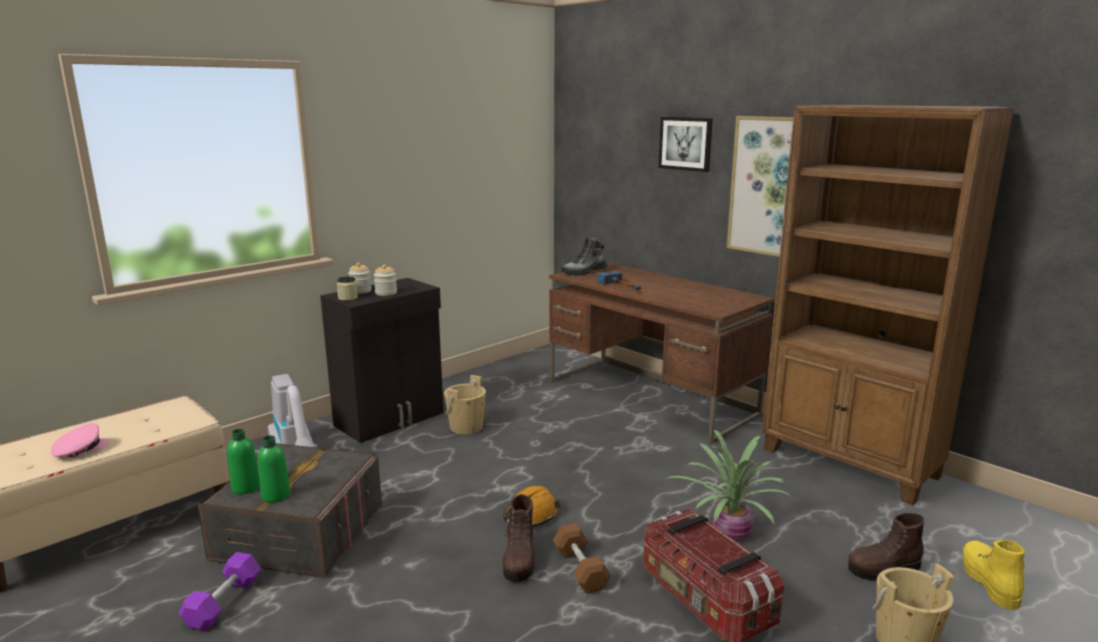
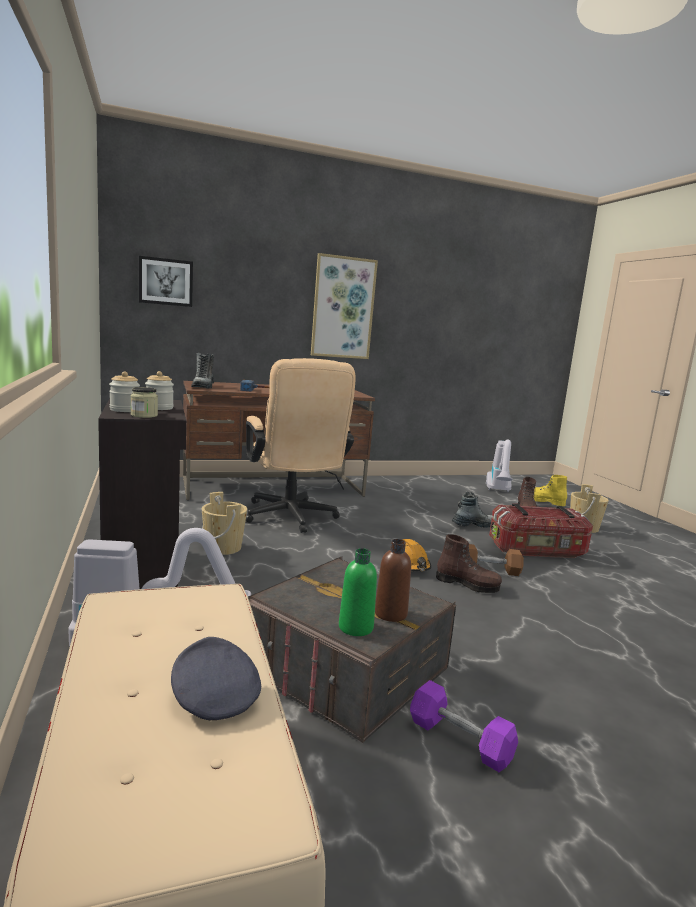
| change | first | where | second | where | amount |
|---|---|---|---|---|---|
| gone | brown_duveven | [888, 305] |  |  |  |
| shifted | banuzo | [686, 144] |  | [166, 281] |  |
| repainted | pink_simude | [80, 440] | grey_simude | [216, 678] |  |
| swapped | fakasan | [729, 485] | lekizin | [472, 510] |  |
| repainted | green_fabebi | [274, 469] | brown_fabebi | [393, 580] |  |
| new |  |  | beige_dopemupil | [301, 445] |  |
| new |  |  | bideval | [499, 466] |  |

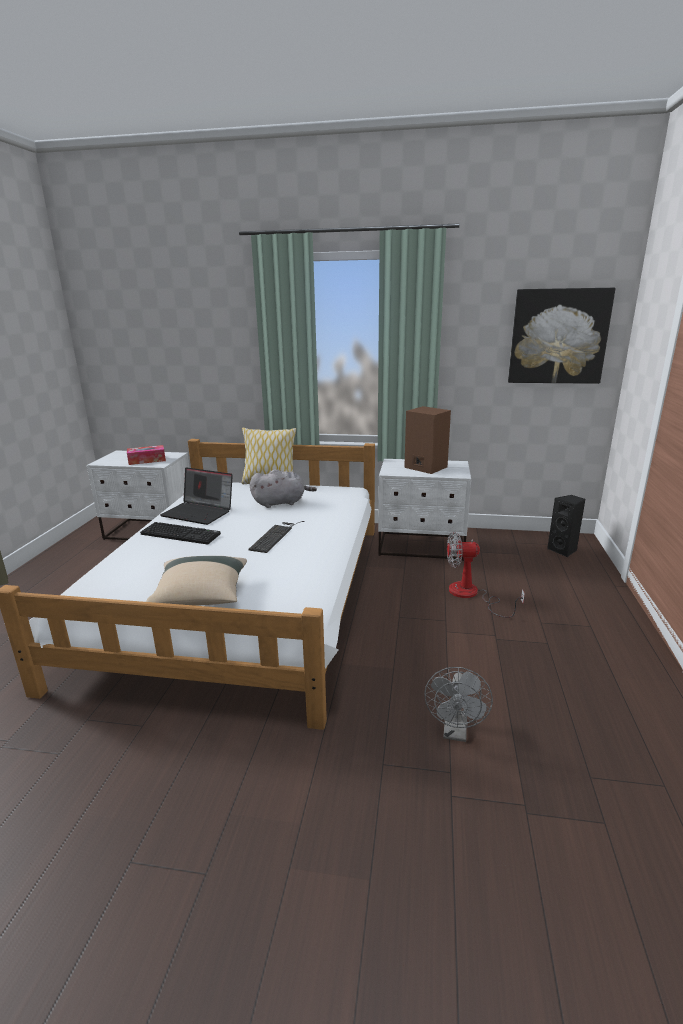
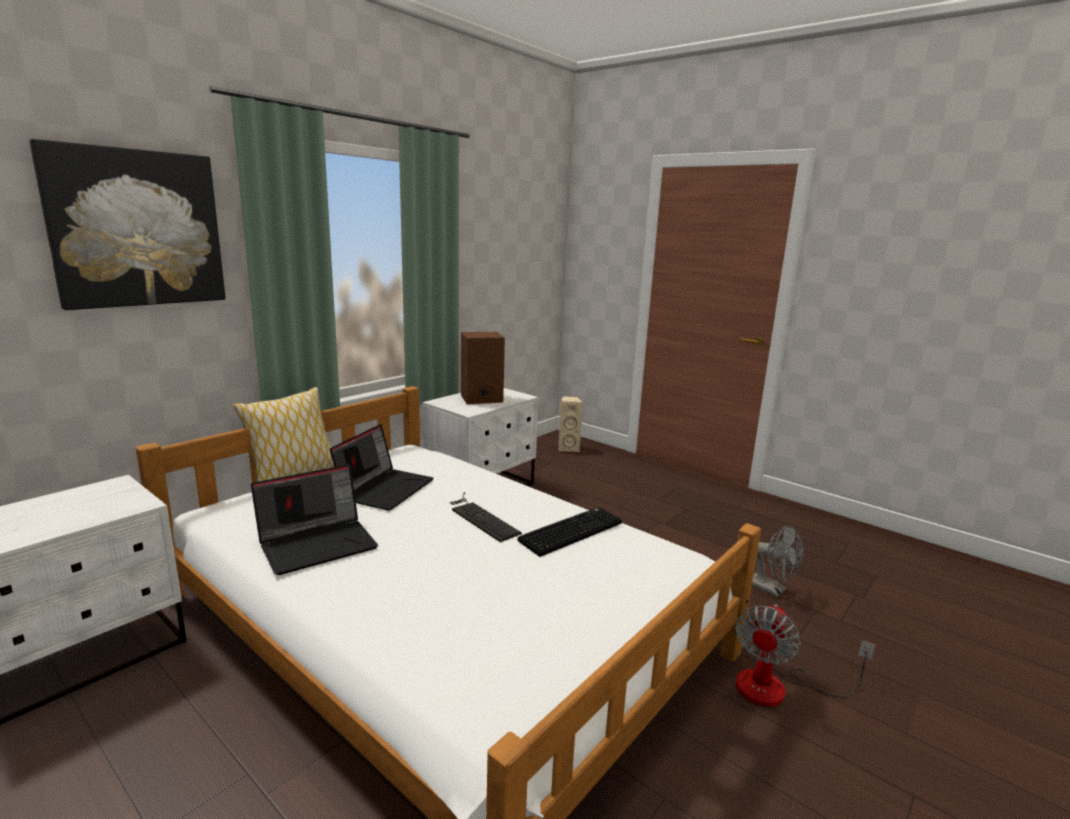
| change | first | where | second | where | amount |
|---|---|---|---|---|---|
| shifted | banuzo | [562, 336] |  | [127, 224] |  |
| gone | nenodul | [146, 455] |  |  |  |
| swapped | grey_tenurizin | [283, 488] | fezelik | [382, 467] |  |
| repainted | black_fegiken | [566, 526] | beige_fegiken | [570, 424] |  |
| shifted | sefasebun | [180, 533] |  | [569, 532] |  |
| shifted | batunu | [486, 575] |  | [805, 655] |  |
| gone | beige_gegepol | [196, 581] |  |  |  |

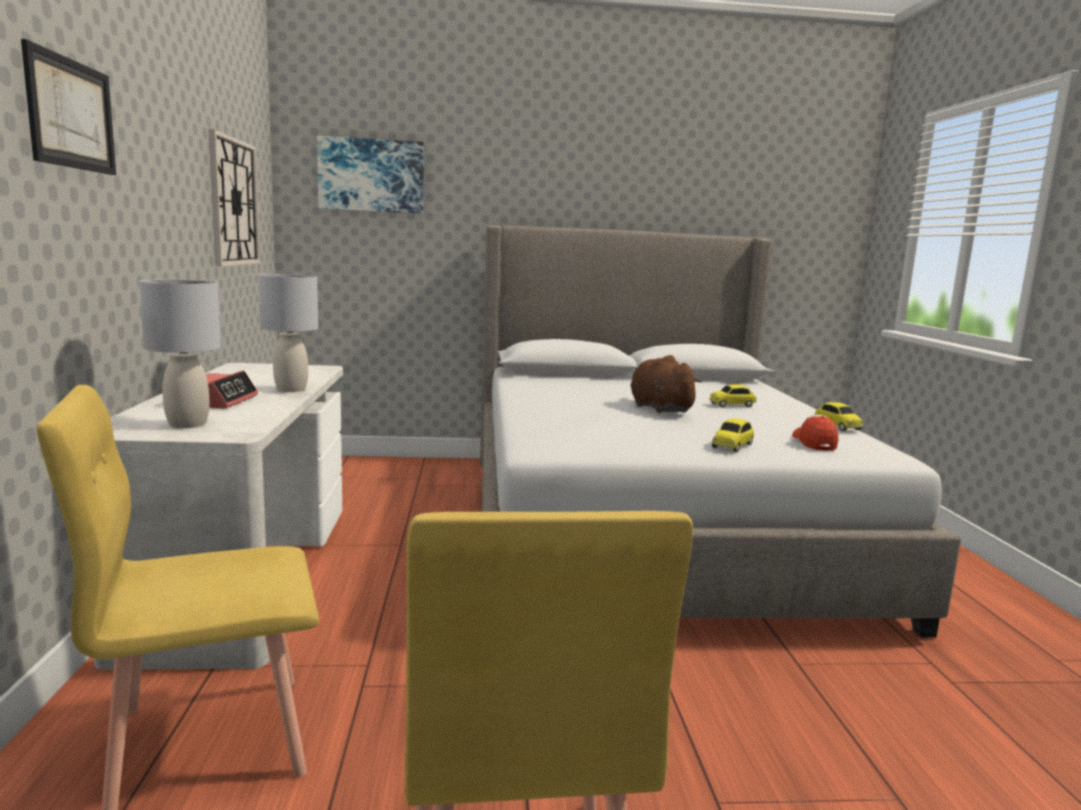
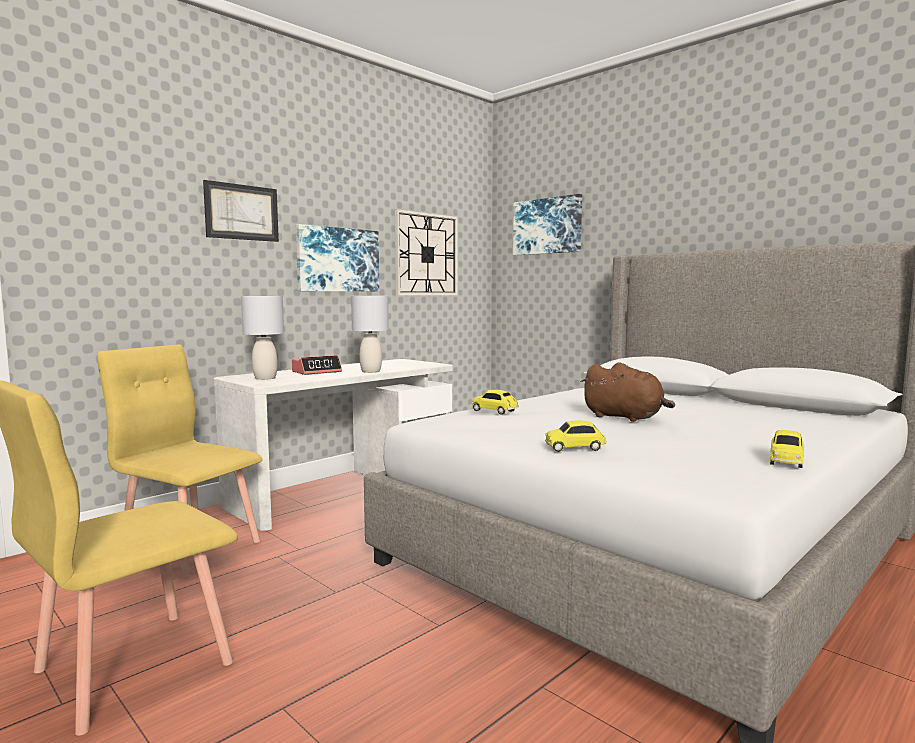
| change | first | where | second | where | amount |
|---|---|---|---|---|---|
| rotated | brown_tenurizin | [666, 384] |  | [627, 392] | 105 degrees clockwise |
| shifted | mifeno | [733, 396] |  | [495, 402] |  |
| gone | simude | [815, 433] |  |  |  |
| new |  |  | banuzo | [337, 257] |  |

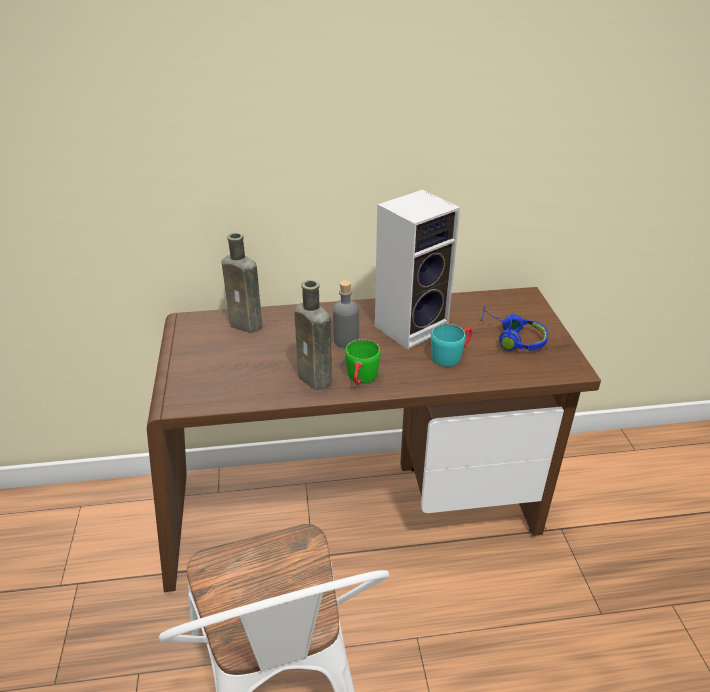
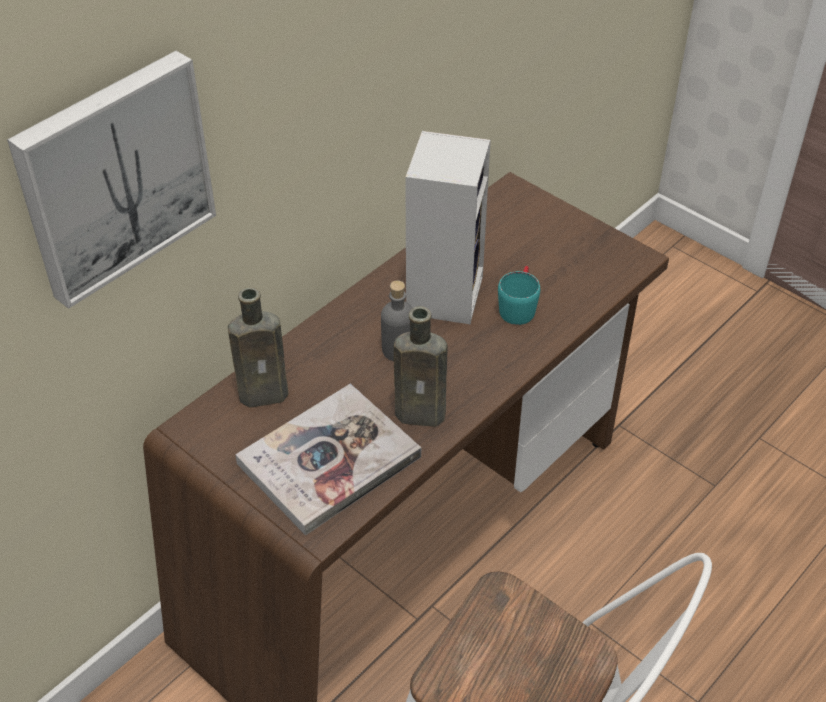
| change | first | where | second | where | amount |
|---|---|---|---|---|---|
| gone | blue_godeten | [514, 328] |  |  |  |
| gone | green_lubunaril | [363, 362] |  |  |  |
| new |  |  | banuzo | [111, 180] |  |
| new |  |  | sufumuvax | [328, 460] |  |

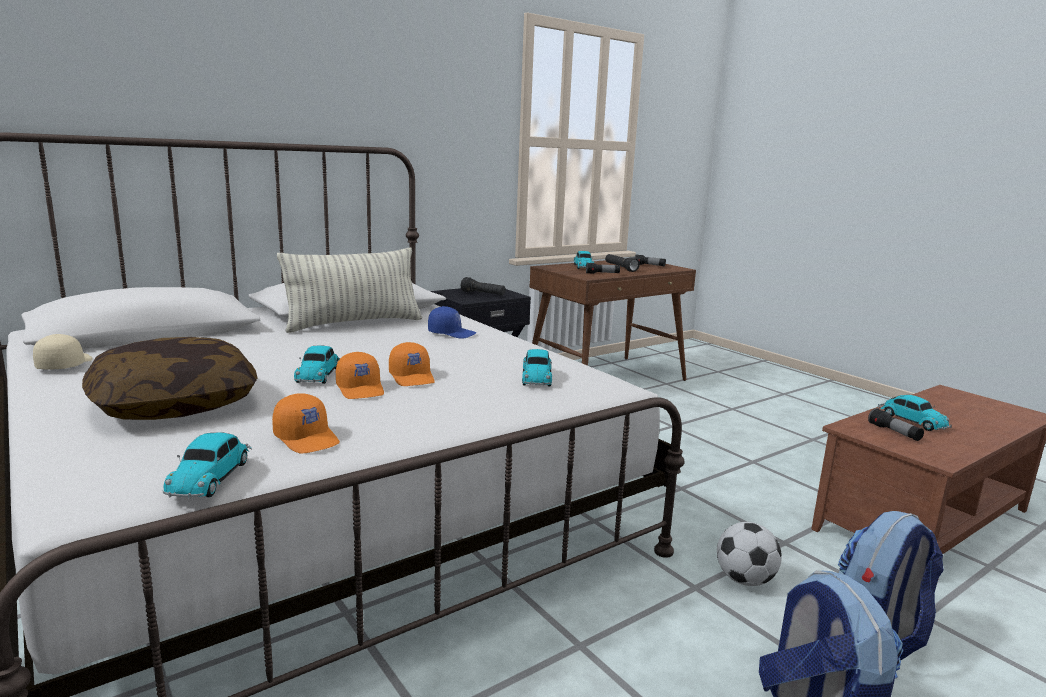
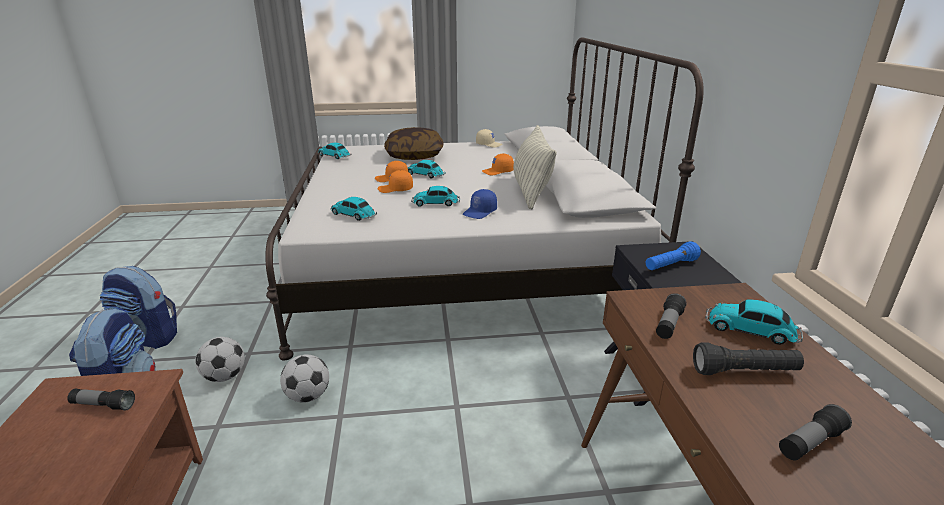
| change | first | where | second | where | amount |
|---|---|---|---|---|---|
| repainted | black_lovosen | [483, 286] | blue_lovosen | [673, 255] |  |
| shifted | orange_simude | [306, 423] |  | [498, 164] |  |
| shifted | mifeno | [915, 413] |  | [435, 196] |  |
| new |  |  | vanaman | [304, 378] |  |

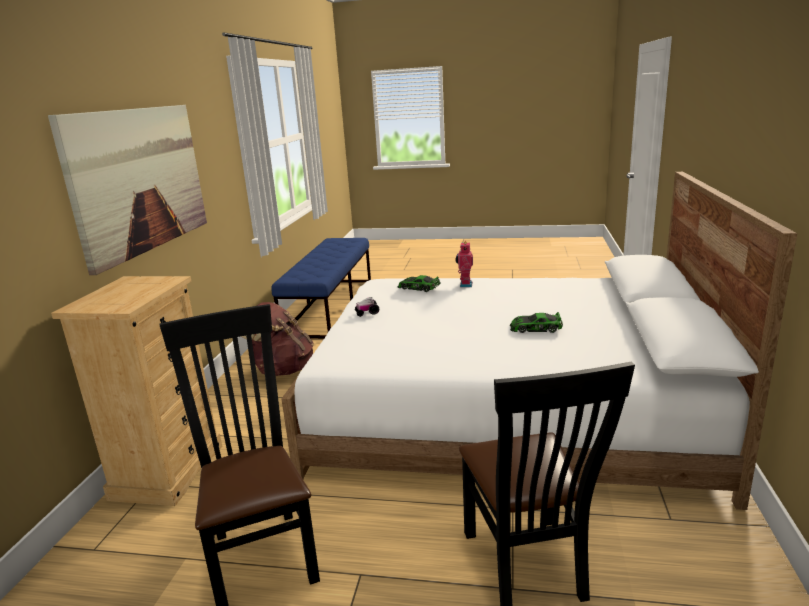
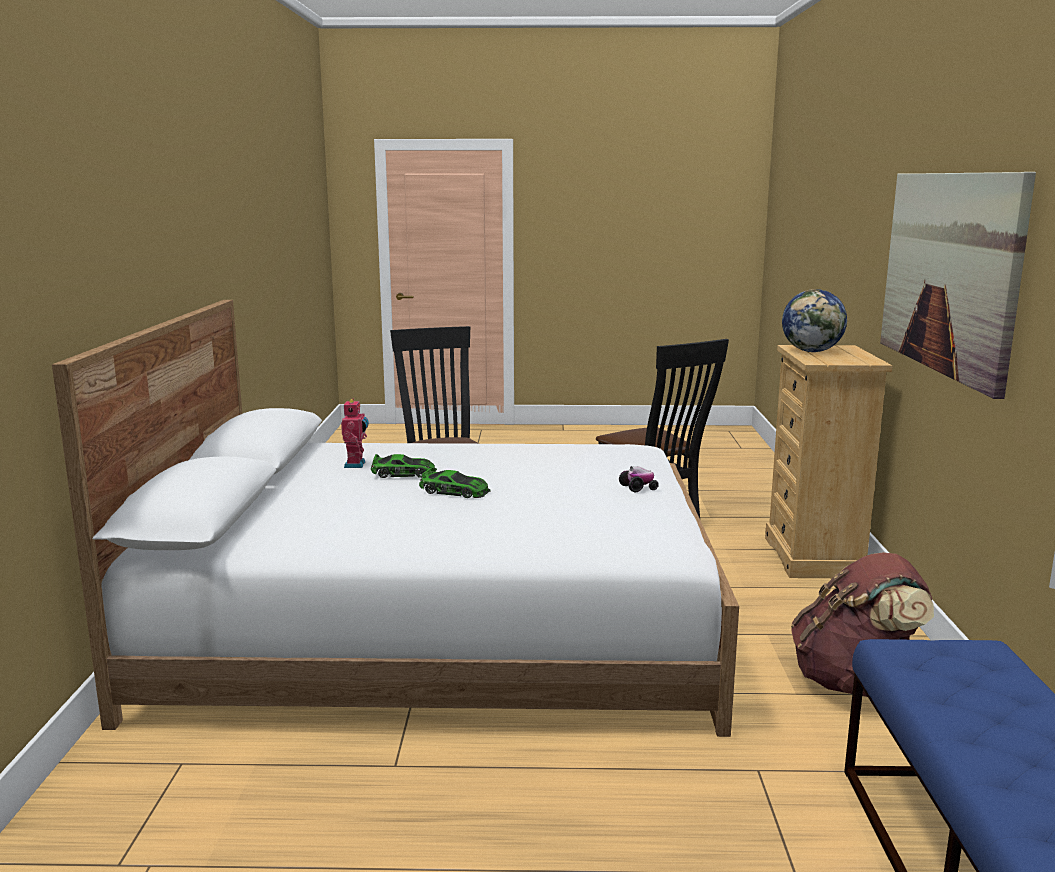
| change | first | where | second | where | amount |
|---|---|---|---|---|---|
| shifted | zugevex | [464, 264] |  | [355, 433] |  |
| shifted | mifeno | [419, 283] |  | [455, 483] |  |
| new |  |  | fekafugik | [814, 320] |  |

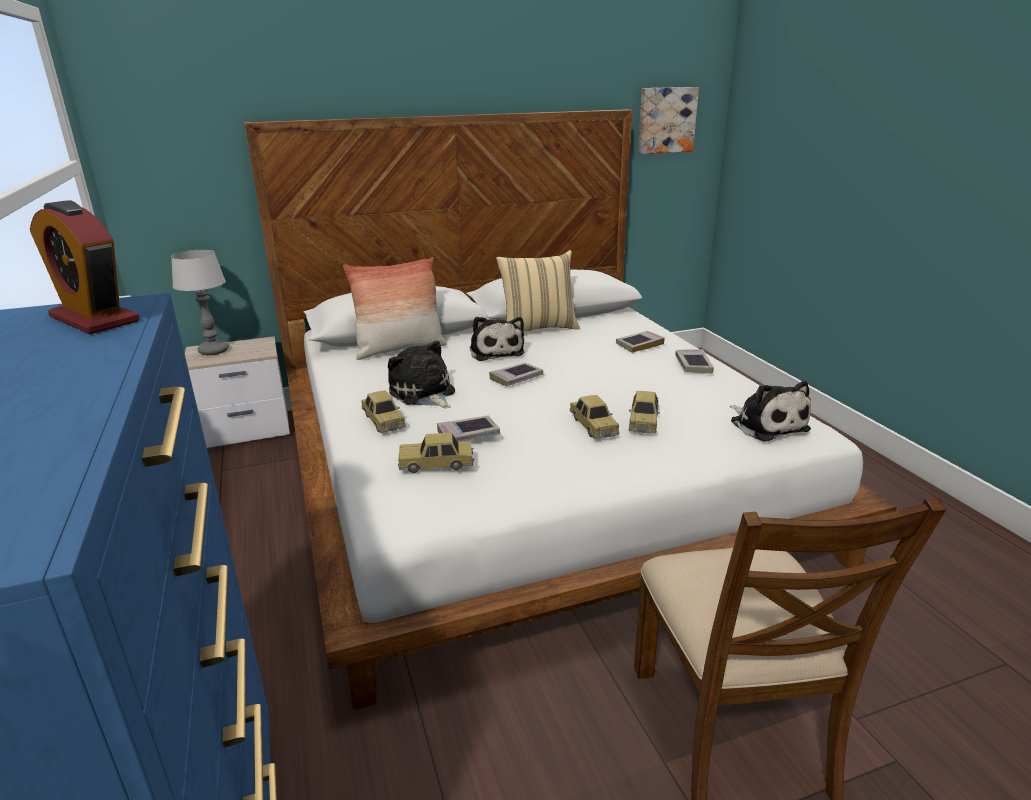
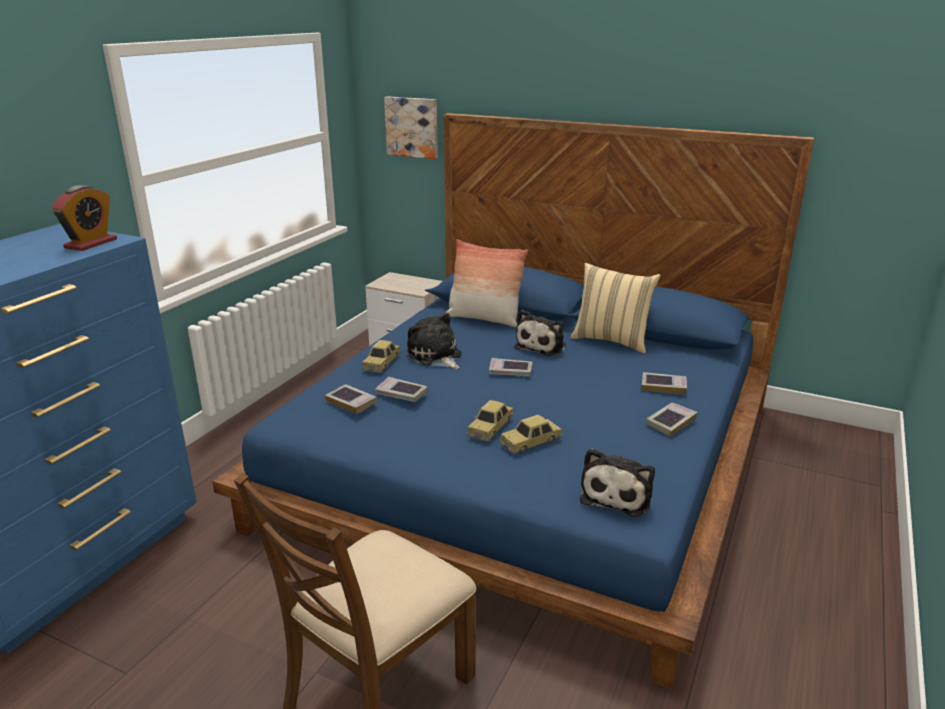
| change | first | where | second | where | amount |
|---|---|---|---|---|---|
| shifted | banuzo | [668, 120] |  | [411, 128] |  |
| repainted | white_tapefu | [570, 409] | blue_tapefu | [513, 401] |  |
| rotated | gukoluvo | [85, 267] |  | [84, 218] | 150 degrees counterclockwise |
| gone | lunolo | [200, 302] |  |  |  |
| rotated | tenurizin | [421, 374] |  | [434, 341] | 45 degrees counterclockwise |
| swapped | mifeno | [436, 453] | sufumuvax | [351, 399] |  |

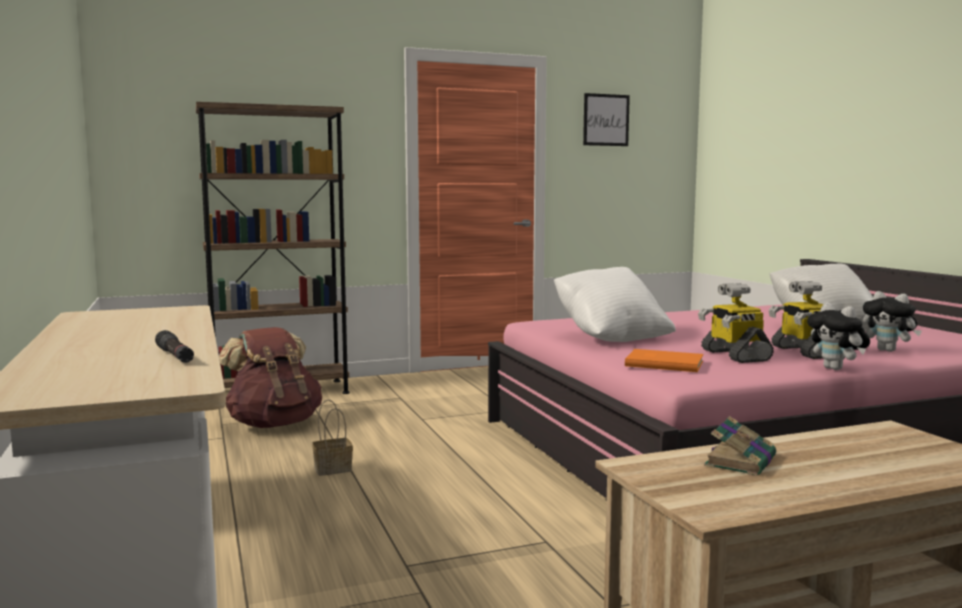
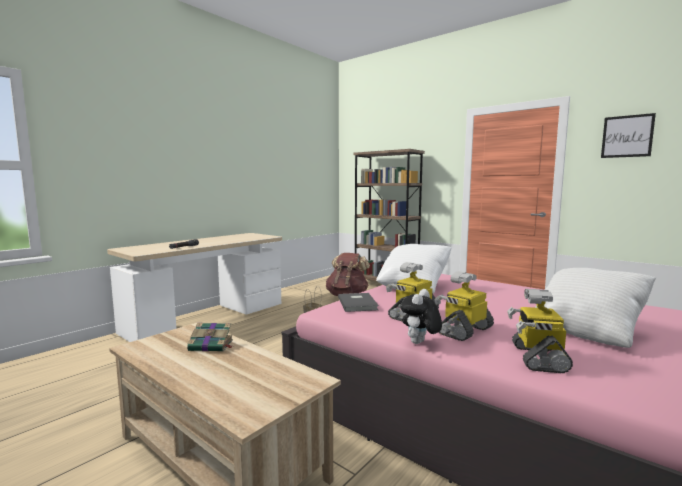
| change | first | where | second | where | amount |
|---|---|---|---|---|---|
| swapped | tenurizin | [892, 321] | zugevex | [540, 331] |  |
| repainted | orange_sufumuvax | [664, 360] | grey_sufumuvax | [358, 302] |  |

